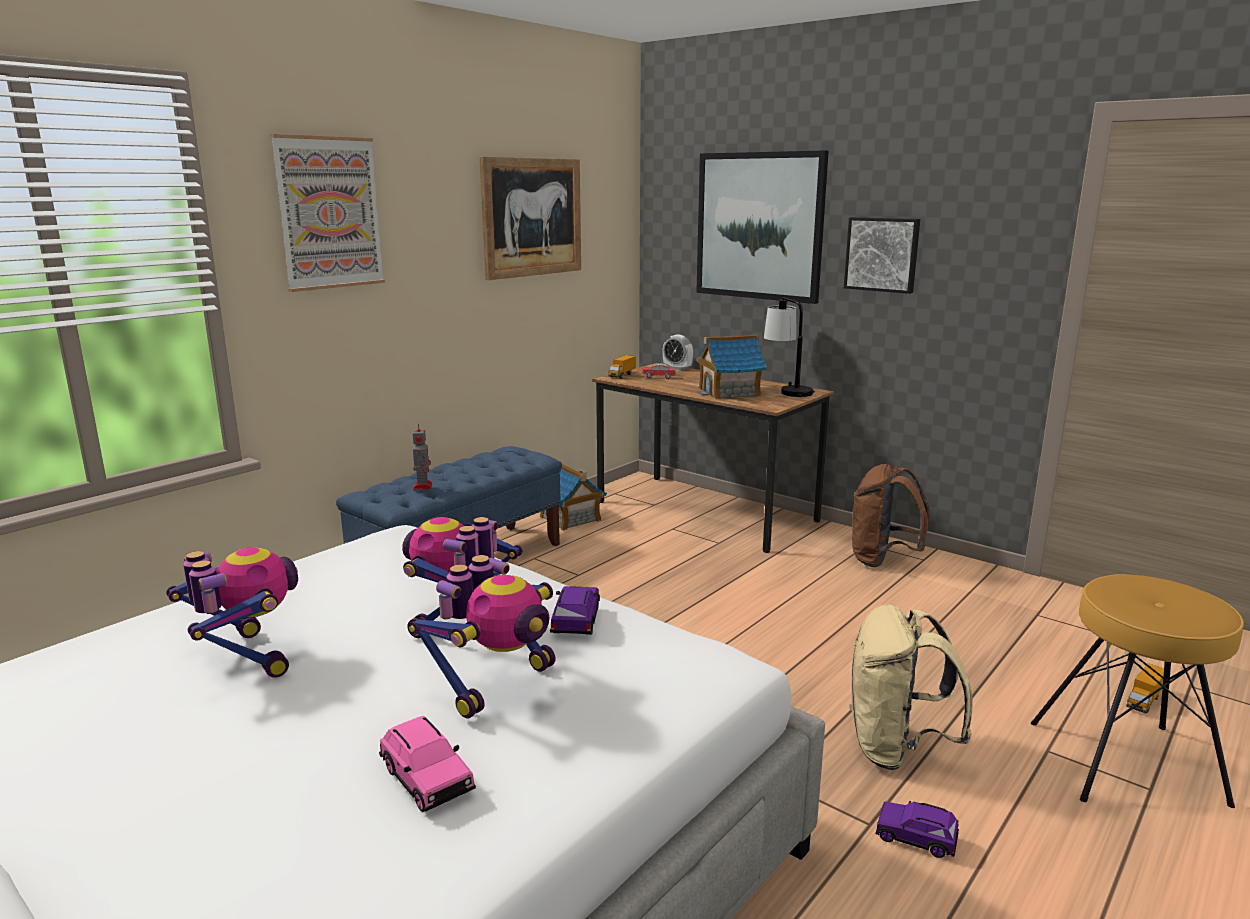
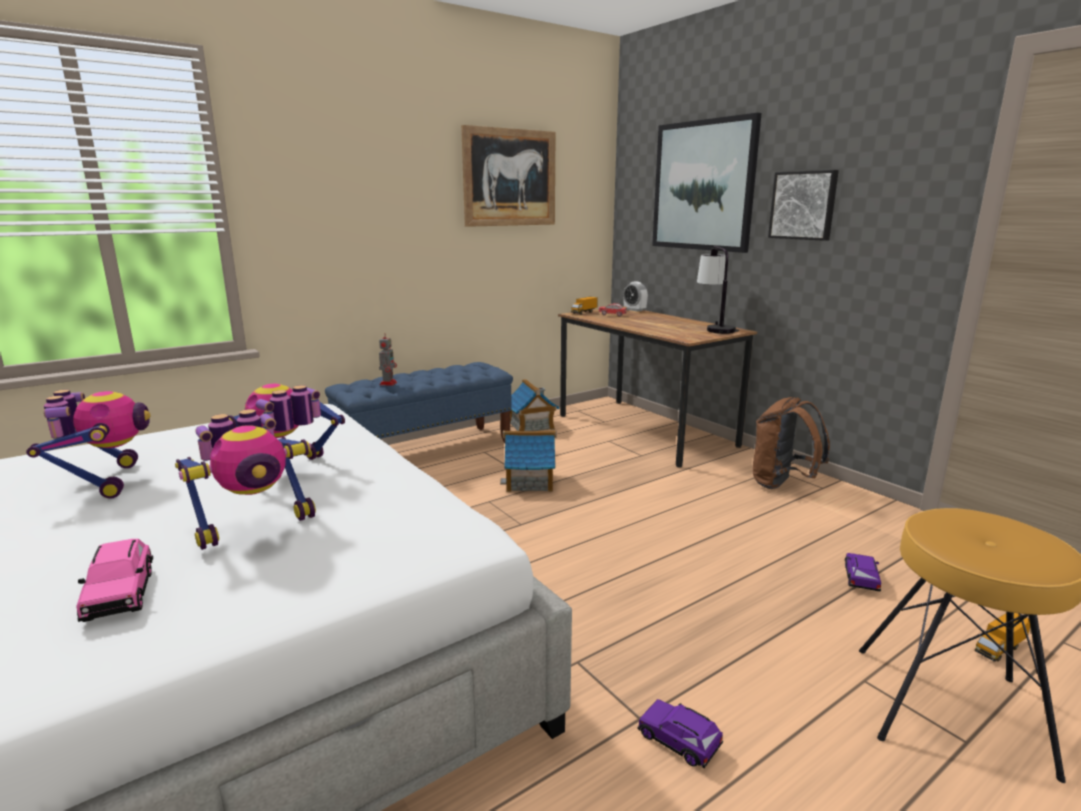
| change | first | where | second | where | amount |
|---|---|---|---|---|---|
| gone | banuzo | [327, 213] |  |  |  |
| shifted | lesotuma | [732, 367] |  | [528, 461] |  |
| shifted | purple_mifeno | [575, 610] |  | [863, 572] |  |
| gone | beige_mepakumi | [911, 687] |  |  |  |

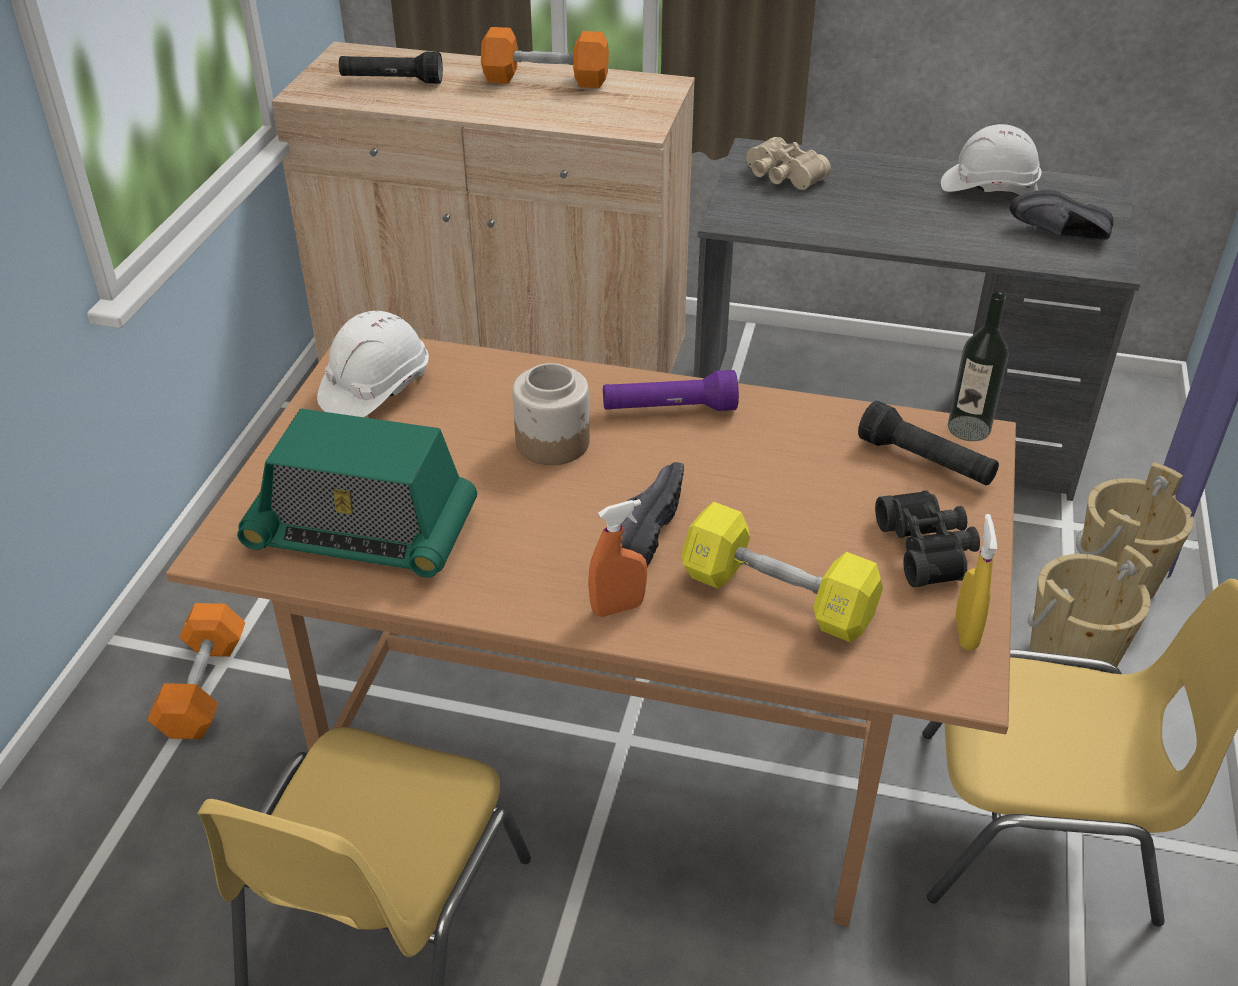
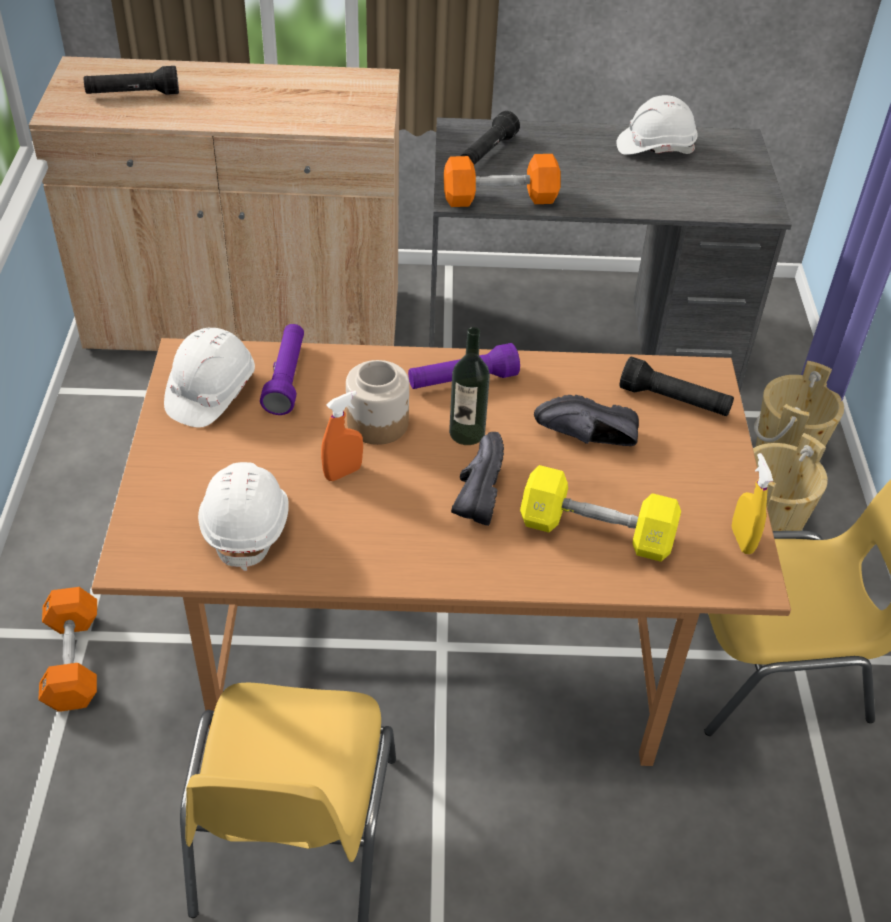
| change | first | where | second | where | amount |
|---|---|---|---|---|---|
| shifted | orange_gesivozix | [545, 57] |  | [502, 180] |  |
| swapped | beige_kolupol | [789, 163] | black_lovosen | [490, 138] |  |
| shifted | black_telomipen | [1061, 215] |  | [586, 420] |  |
| shifted | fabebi | [978, 366] |  | [469, 386] |  |
| swapped | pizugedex | [357, 493] | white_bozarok | [243, 516] |  |
| gone | black_kolupol | [927, 539] |  |  |  |
| shifted | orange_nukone | [617, 558] |  | [342, 436] |  |
| new |  |  | purple_lovosen | [282, 369] |  |

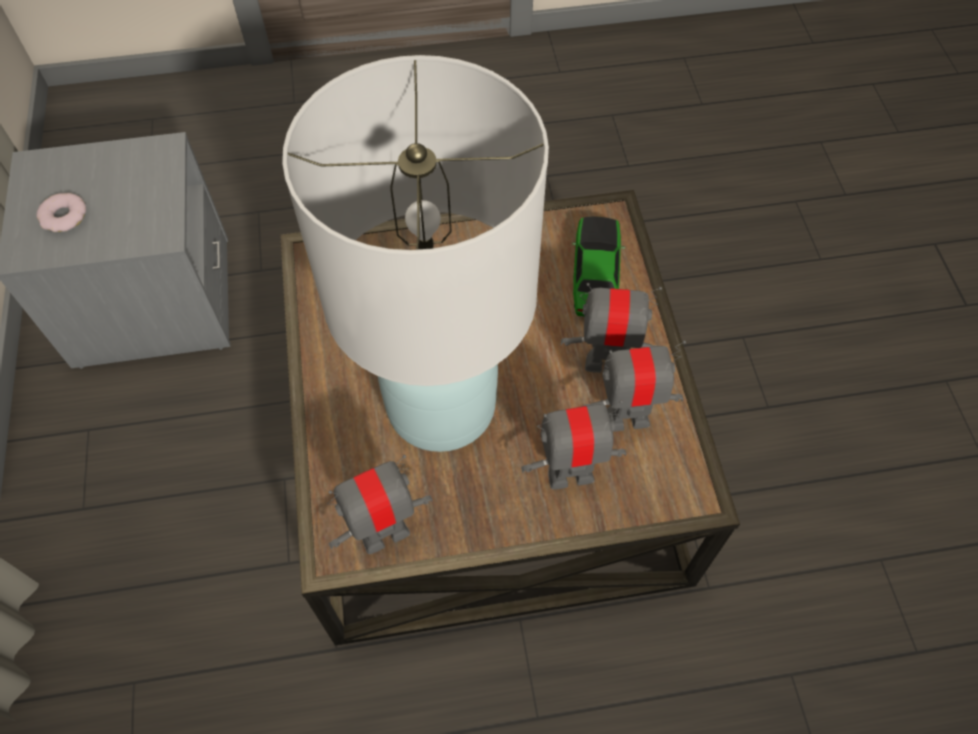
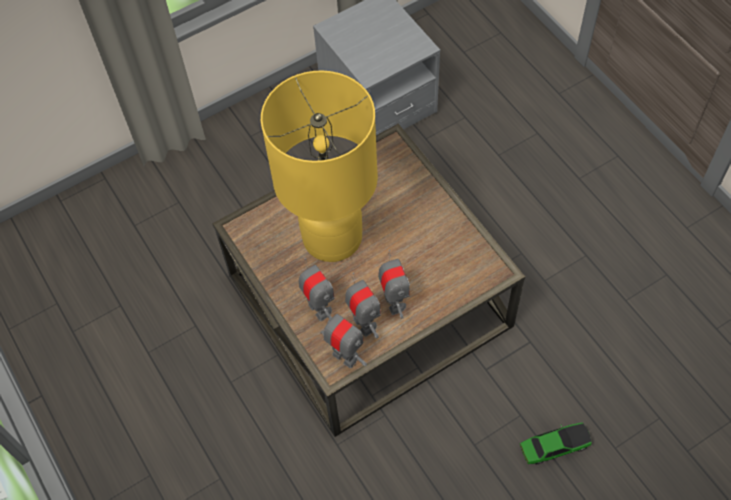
| change | first | where | second | where | amount |
|---|---|---|---|---|---|
| repainted | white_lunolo | [415, 253] | yellow_lunolo | [319, 166] |  |
| gone | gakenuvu | [61, 212] |  |  |  |
| shifted | mifeno | [598, 266] |  | [555, 443] |  |
| shifted | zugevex | [380, 504] |  | [343, 339] |  |

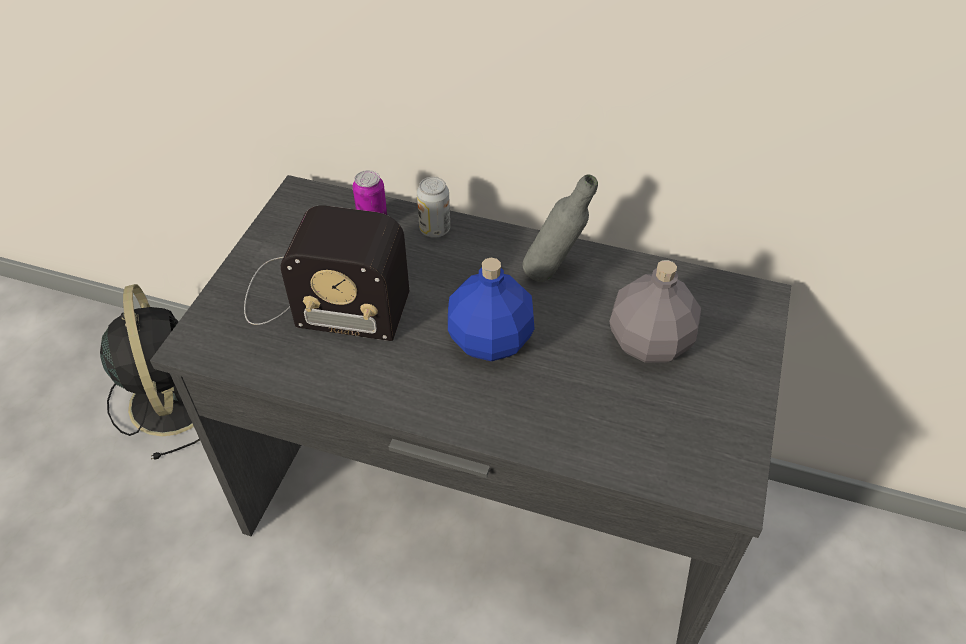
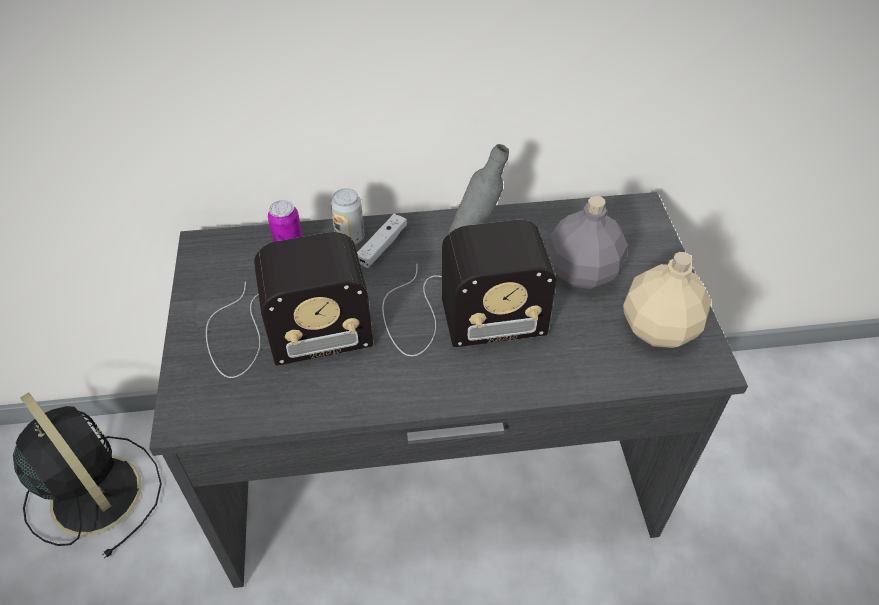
| change | first | where | second | where | amount |
|---|---|---|---|---|---|
| swapped | blue_fabebi | [491, 309] | pizugedex | [469, 288] |  |
| new |  |  | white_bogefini | [382, 241] |  |
| new |  |  | beige_fabebi | [667, 300] |  |

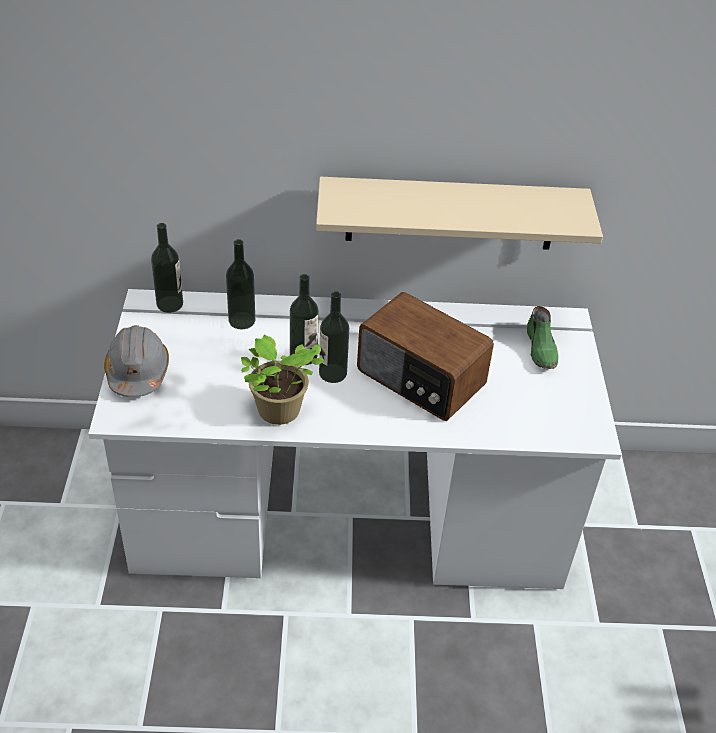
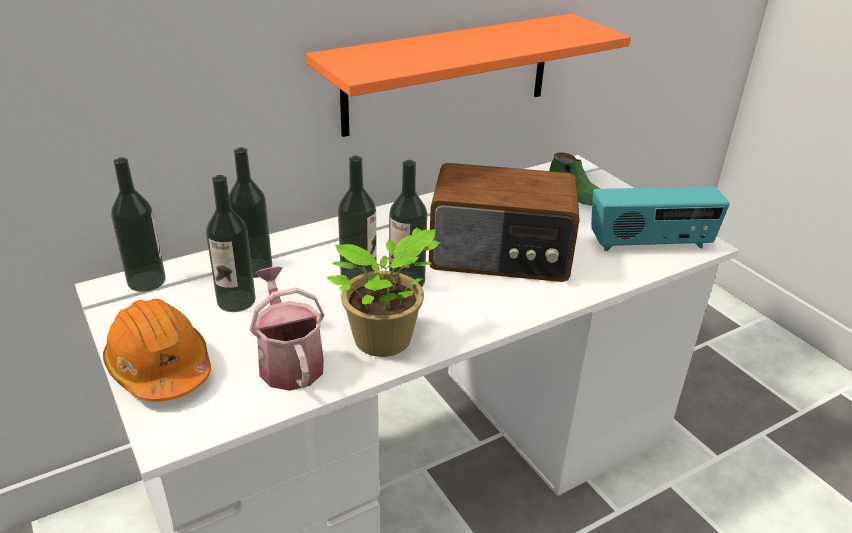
| change | first | where | second | where | amount |
|---|---|---|---|---|---|
| repainted | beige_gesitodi | [459, 213] | orange_gesitodi | [468, 75] |  |
| repainted | grey_bozarok | [136, 361] | orange_bozarok | [157, 350] |  |
| new |  |  | fabebi | [231, 243] |  |
| new |  |  | pizugedex | [660, 218] |  |
| new |  |  | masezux | [287, 328] |  |

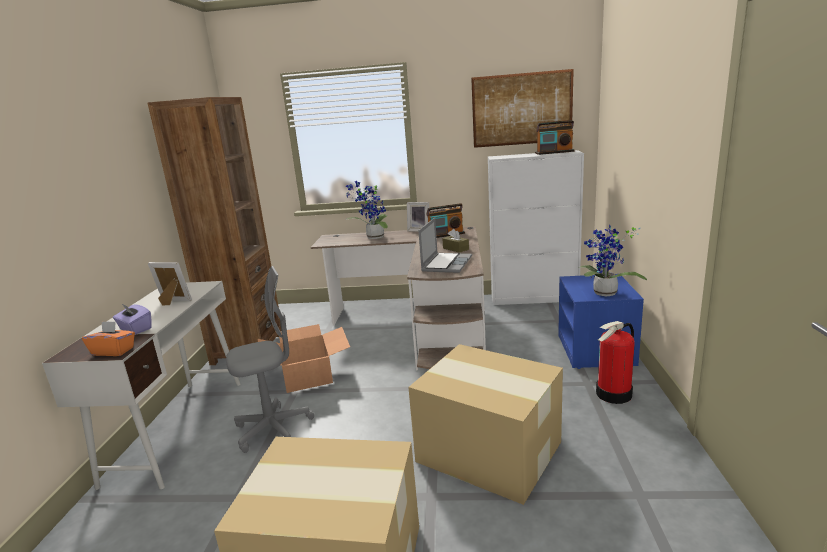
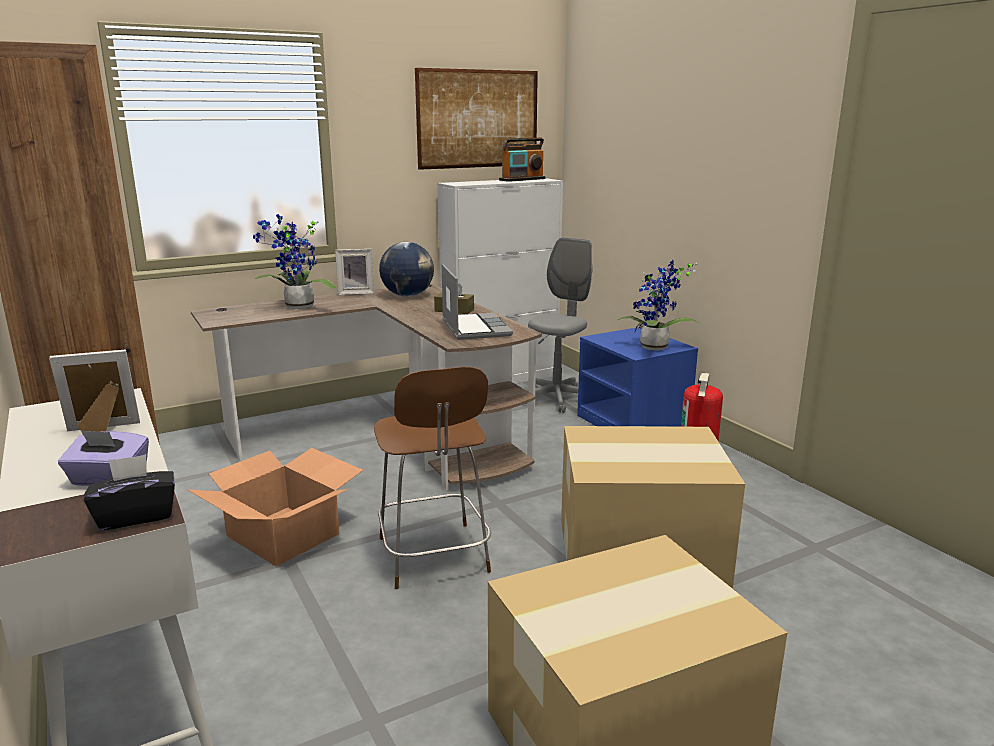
| change | first | where | second | where | amount |
|---|---|---|---|---|---|
| swapped | pizugedex | [446, 220] | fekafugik | [406, 269] |  |
| shifted | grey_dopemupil | [270, 359] |  | [559, 325] |  |
| repainted | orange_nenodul | [108, 338] | black_nenodul | [129, 492] |  |
| new |  |  | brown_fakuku | [432, 478] |  |

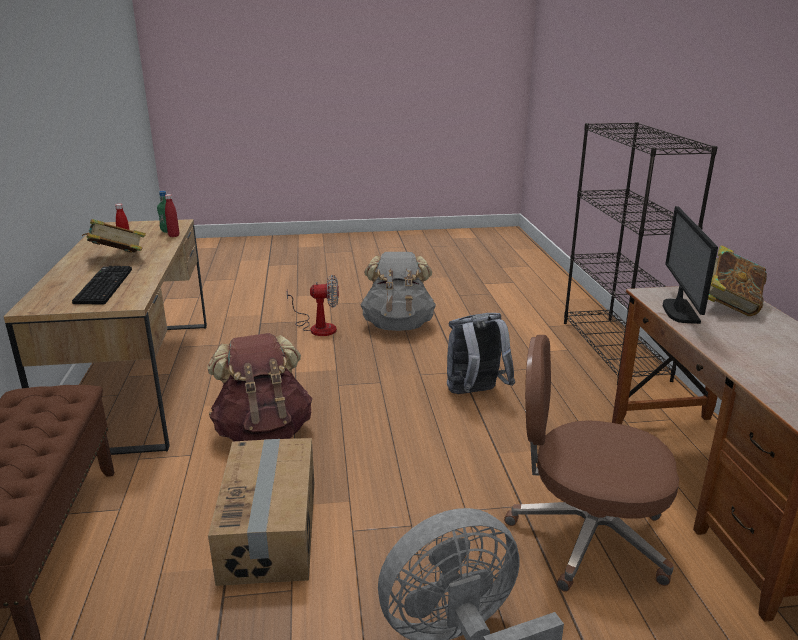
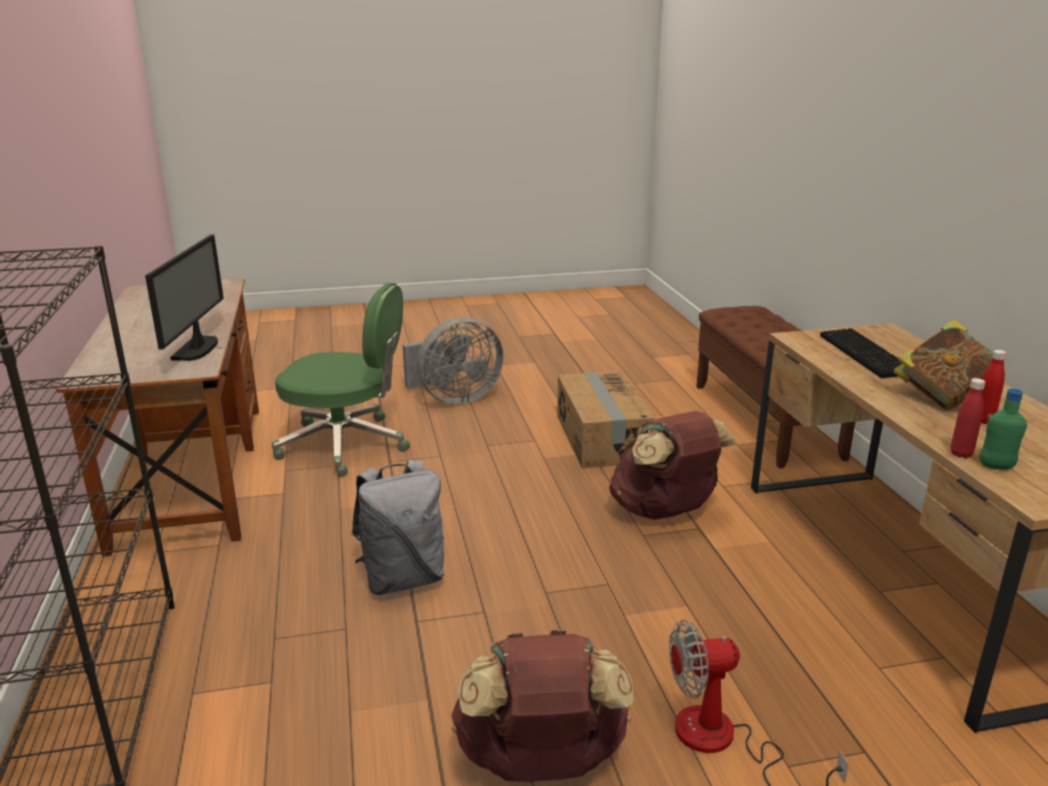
| change | first | where | second | where | amount |
|---|---|---|---|---|---|
| gone | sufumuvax | [737, 280] |  |  |  |
| repainted | grey_mepakumi | [398, 291] | brown_mepakumi | [542, 705] |  |
| repainted | brown_dopemupil | [591, 463] | green_dopemupil | [341, 379] |  |

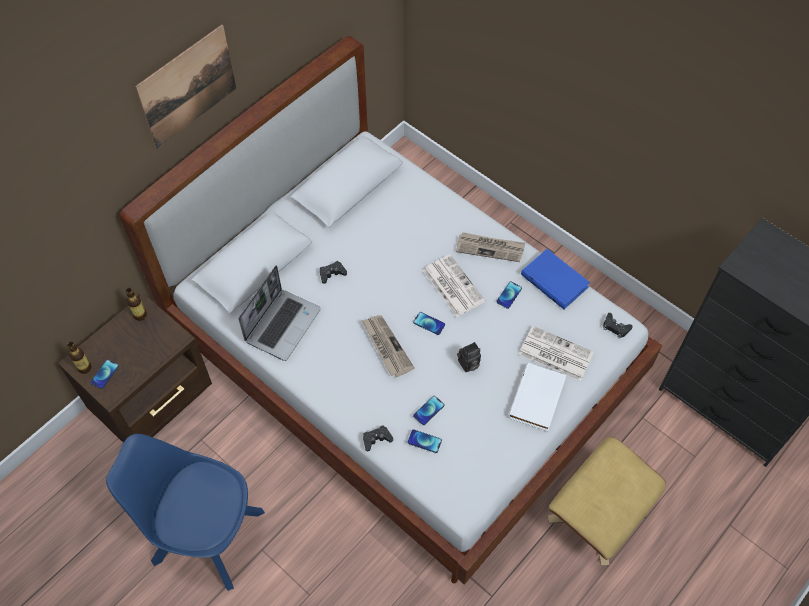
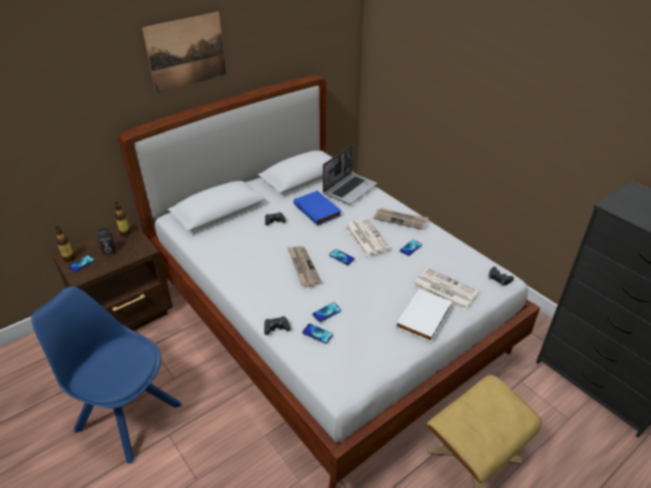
| change | first | where | second | where | amount |
|---|---|---|---|---|---|
| shifted | blue_sufumuvax | [555, 279] |  | [318, 208] |  |
| shifted | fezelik | [279, 313] |  | [350, 174] |  |
| shifted | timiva | [469, 357] |  | [106, 241] |  |

